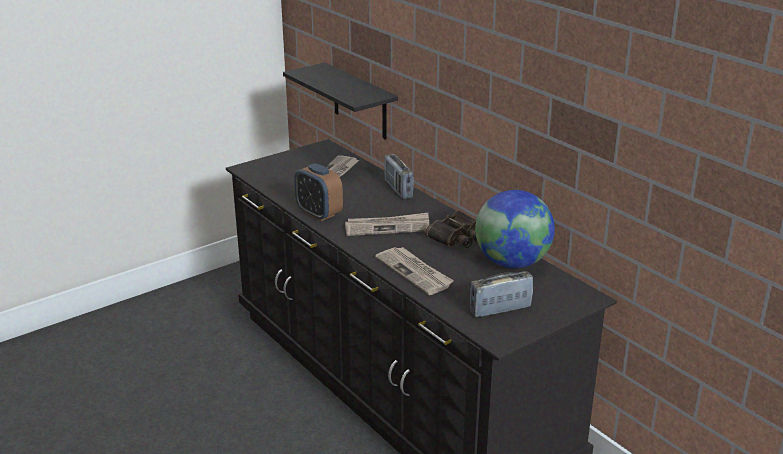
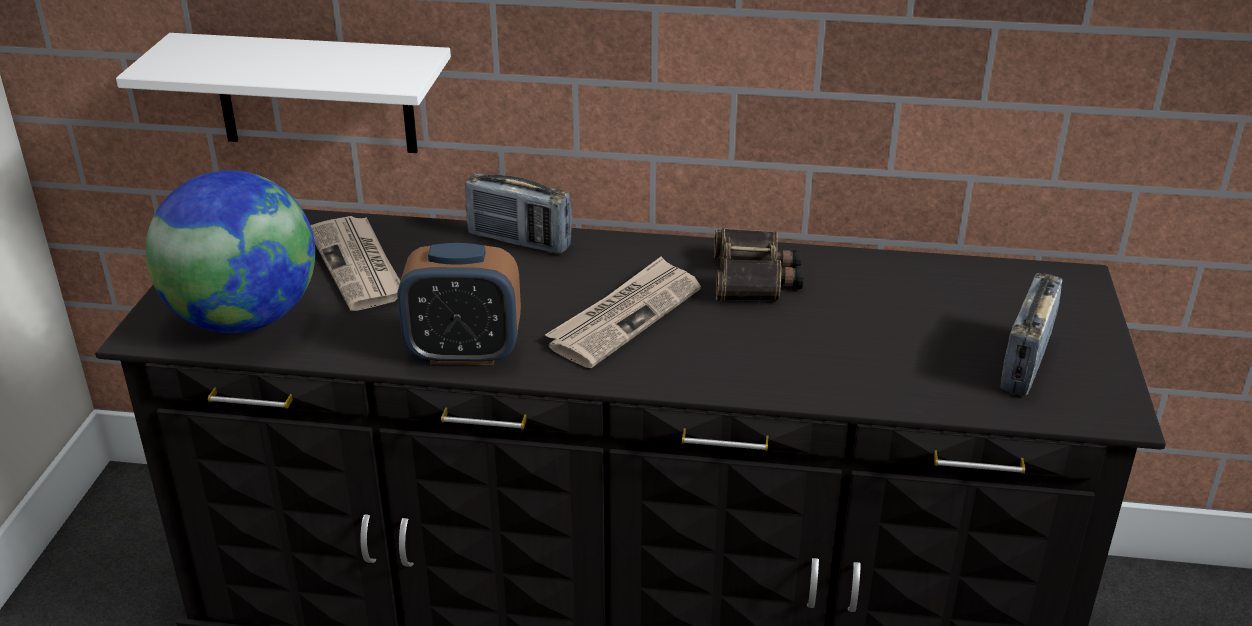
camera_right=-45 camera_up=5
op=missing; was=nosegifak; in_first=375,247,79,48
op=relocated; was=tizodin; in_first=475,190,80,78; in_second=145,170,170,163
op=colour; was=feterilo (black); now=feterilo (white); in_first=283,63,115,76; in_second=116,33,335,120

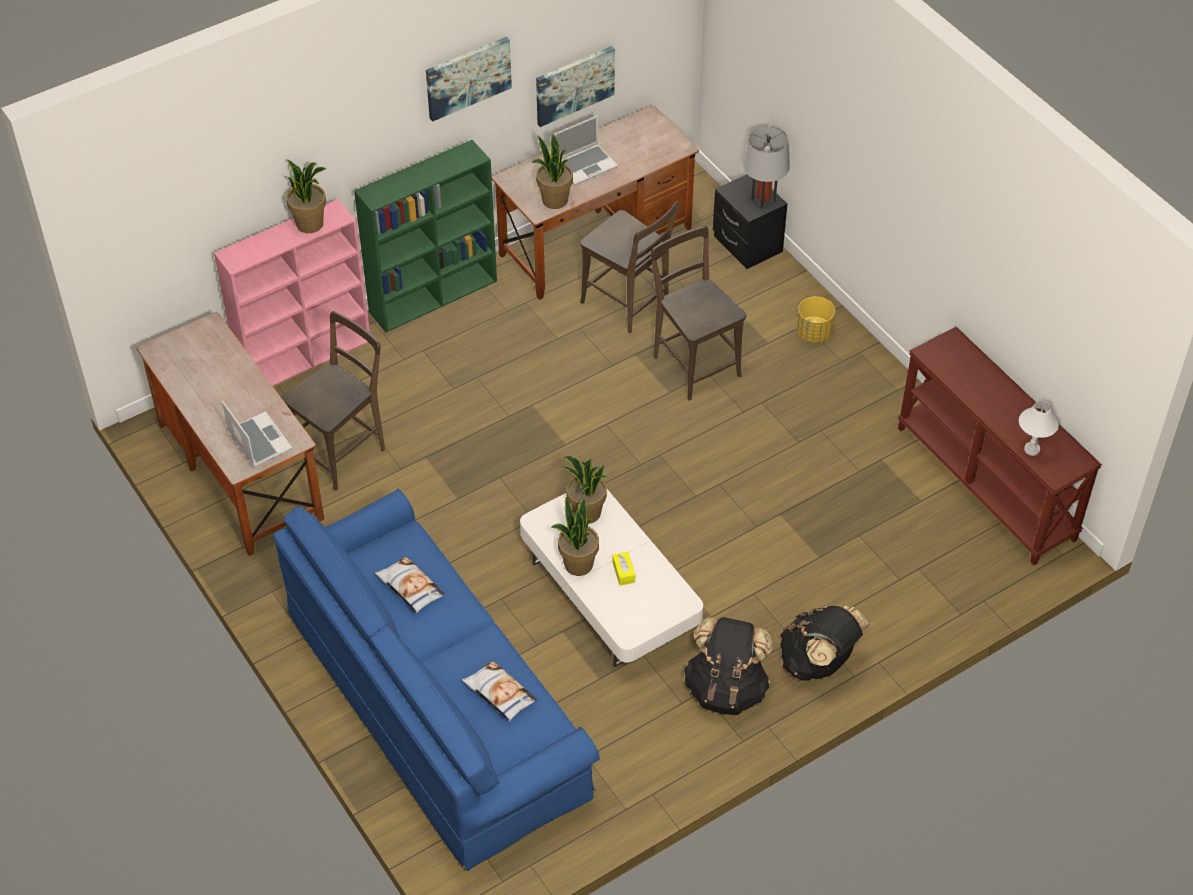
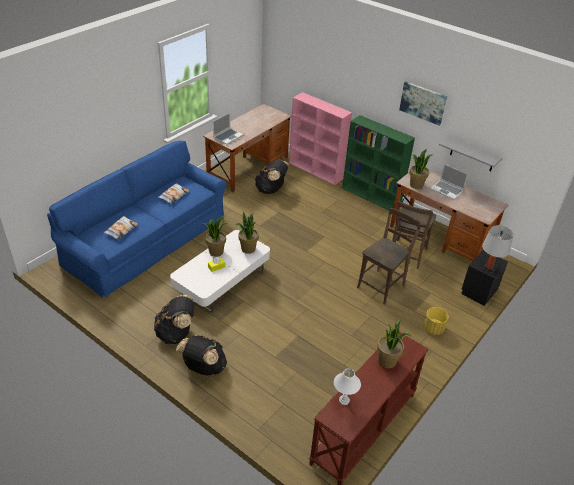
camera_right=70 camera_up=-10
op=relocated; was=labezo; in_first=286,159,40,74; in_second=377,319,34,50
op=exchanged; was=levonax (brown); now=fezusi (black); in_first=281,311,104,180; in_second=255,160,35,34
op=exchanged; was=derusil; now=feterilo (grey); in_first=536,46,79,81; in_second=439,137,63,35

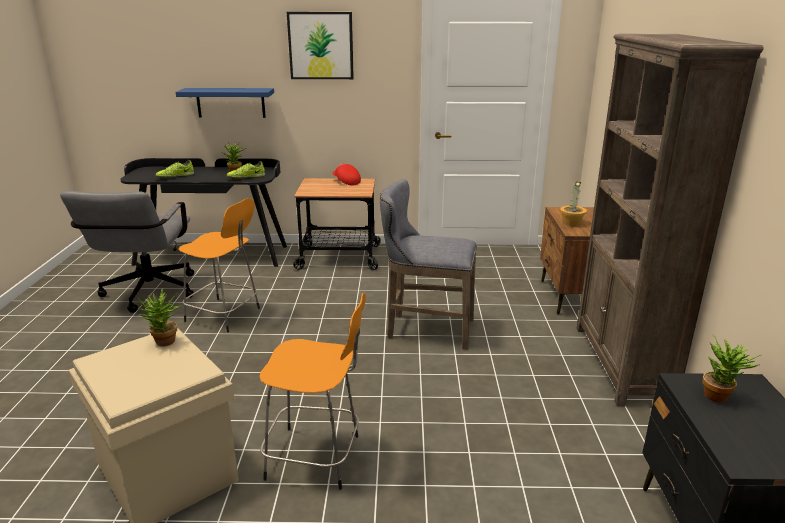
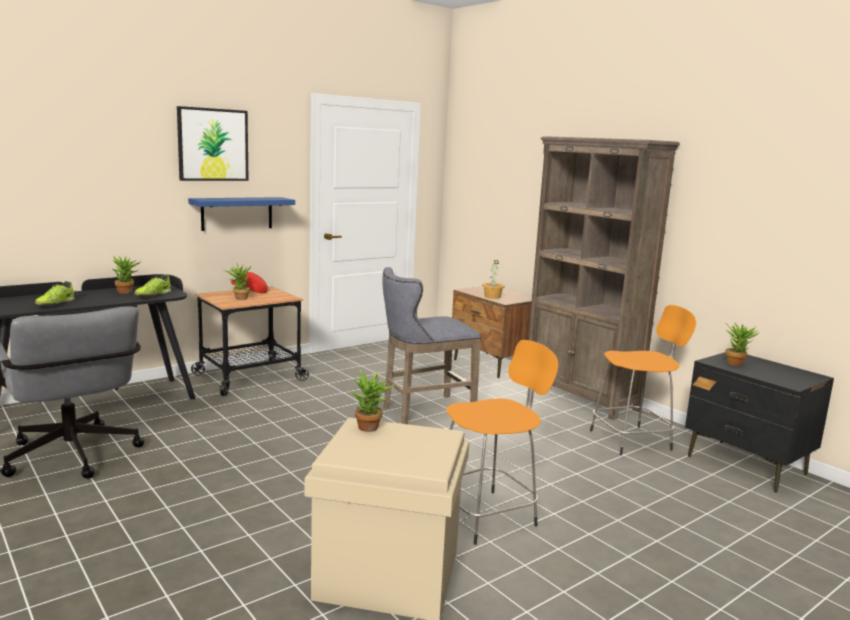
camera_right=-40 camera_up=-10
op=appeared; now=labezo; in_second=224,265,27,35
op=relocated; was=feterilo (blue); in_first=176,88,98,30; in_second=188,197,107,34
op=relocated; was=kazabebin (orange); in_first=179,198,81,134; in_second=590,305,106,150

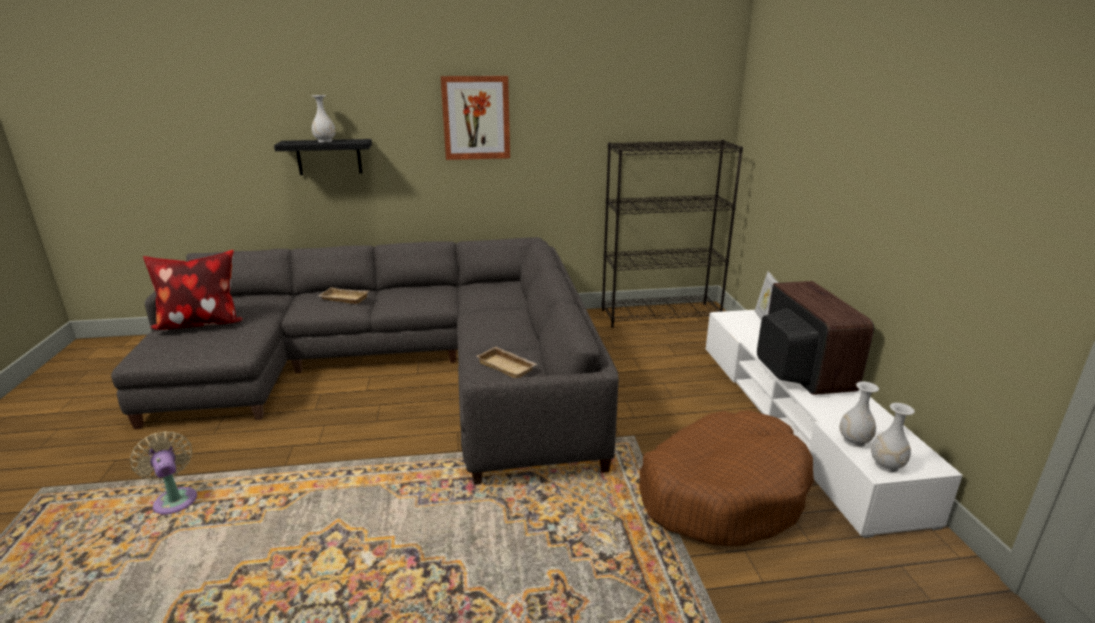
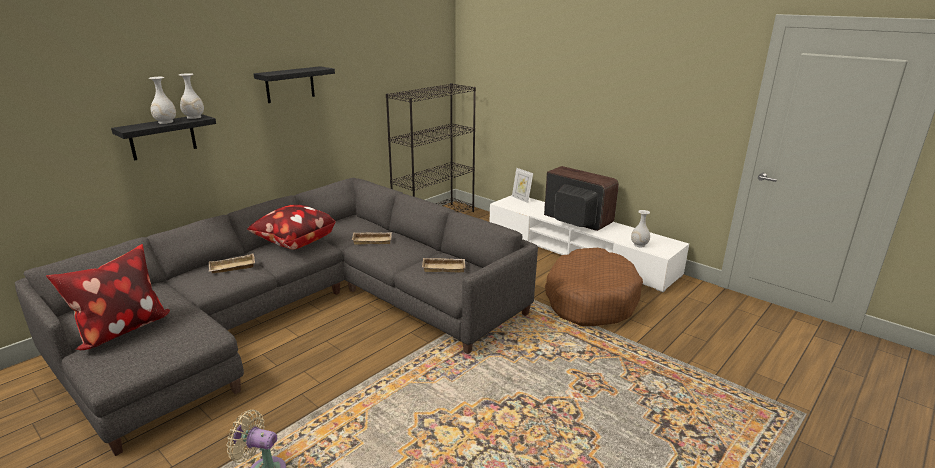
camera_right=-40 camera_up=0
op=appeared; now=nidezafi; in_second=247,204,89,46
op=appeared; now=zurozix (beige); in_second=352,232,40,13
op=relocated; was=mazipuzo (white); in_first=871,403,44,69; in_second=179,73,25,46
op=exchanged; was=derusil; now=feterilo (black); in_first=441,76,69,84; in_second=254,66,81,37

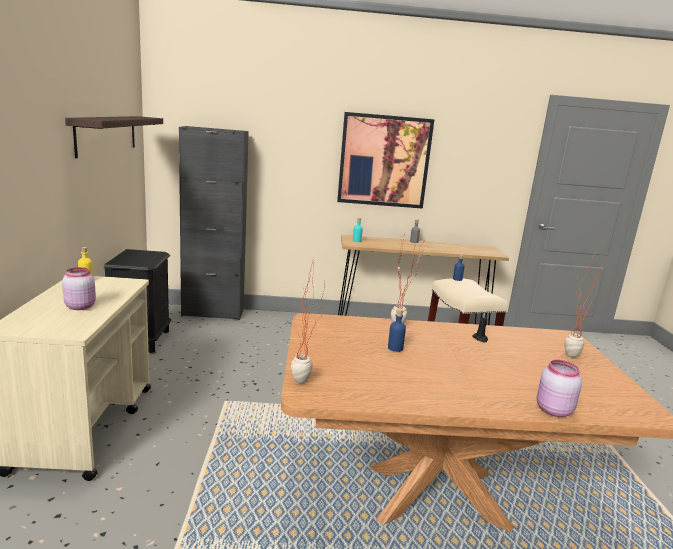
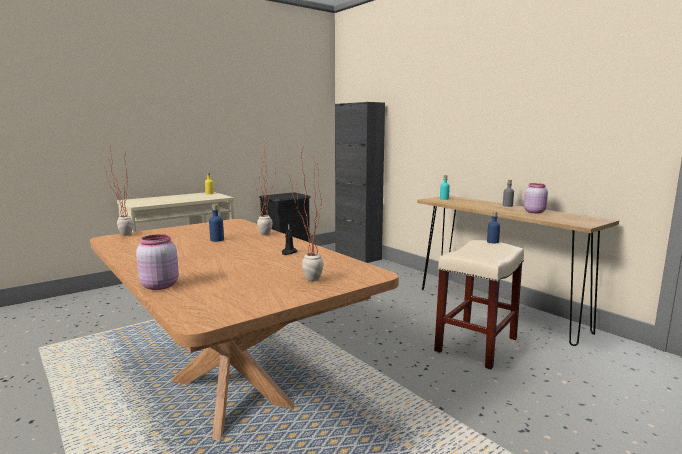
camera_right=55 camera_up=-5
op=missing; was=feterilo; in_first=65,116,98,42
op=missing; was=derusil; in_first=337,112,98,97
op=relocated; was=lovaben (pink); in_first=62,267,34,43; in_second=524,183,24,30

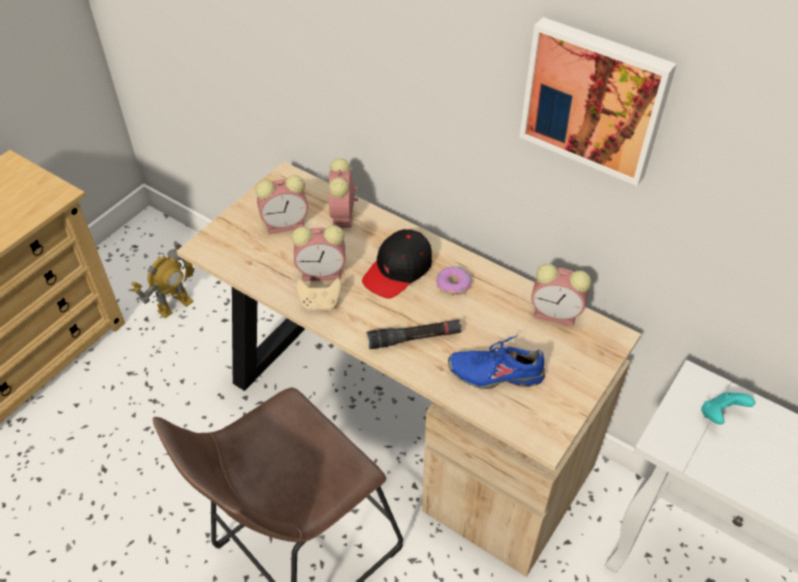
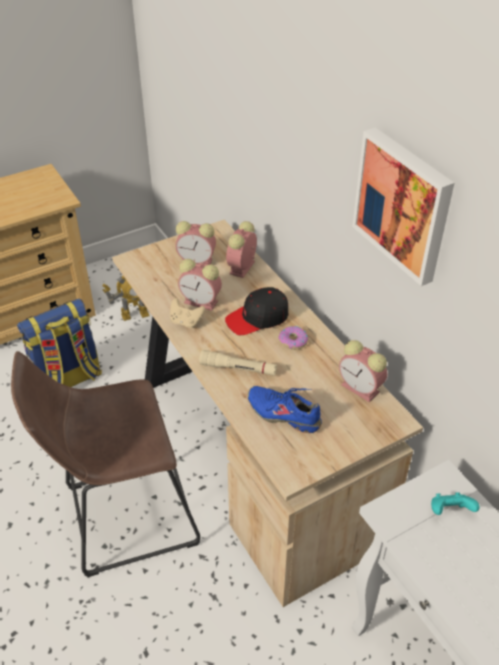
camera_right=25 camera_up=-5
op=appeared; now=fezusi; in_second=17,299,85,88
op=colour; was=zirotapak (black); now=zirotapak (beige); in_first=367,319,95,30; in_second=199,350,78,26

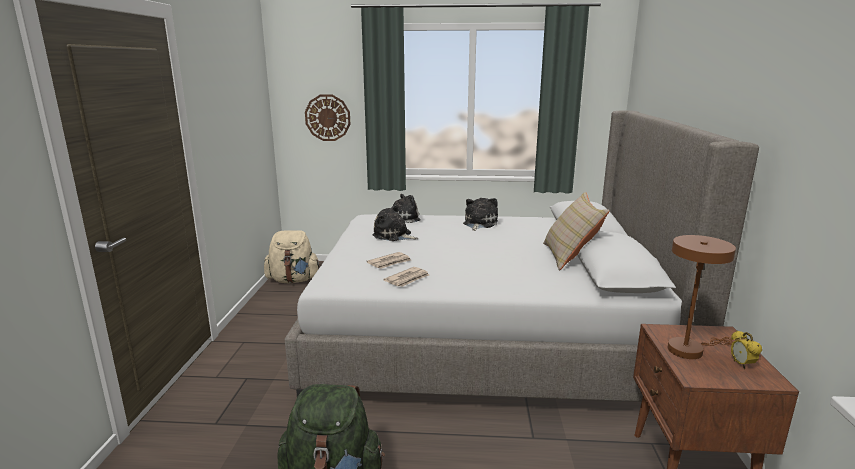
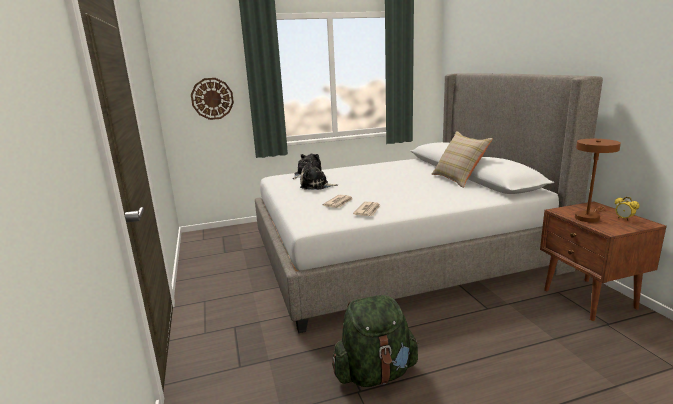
camera_right=-20 camera_up=0
op=missing; was=fezusi (beige); in_first=264,230,56,53
op=missing; was=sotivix; in_first=463,198,35,33

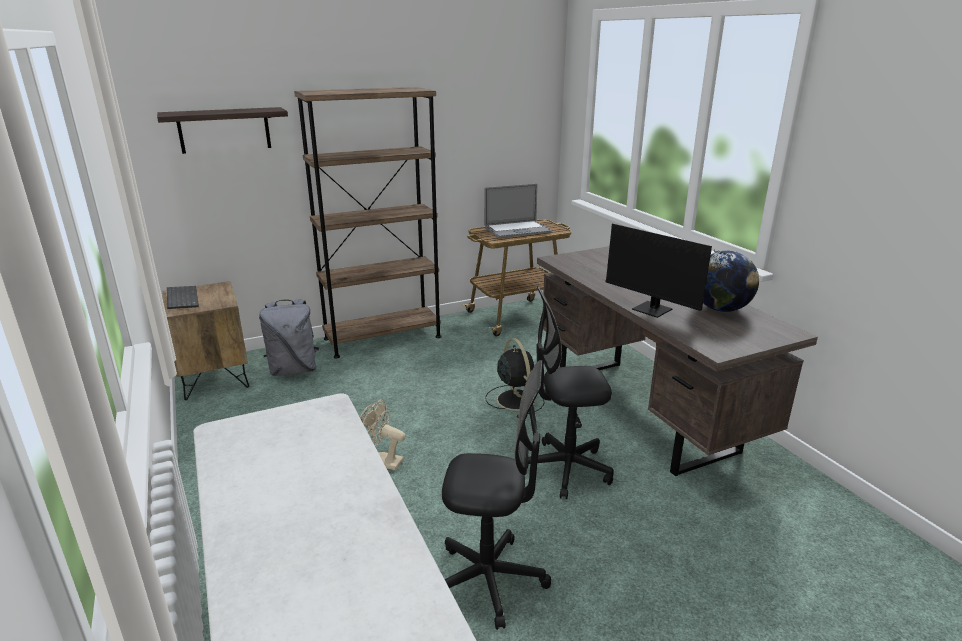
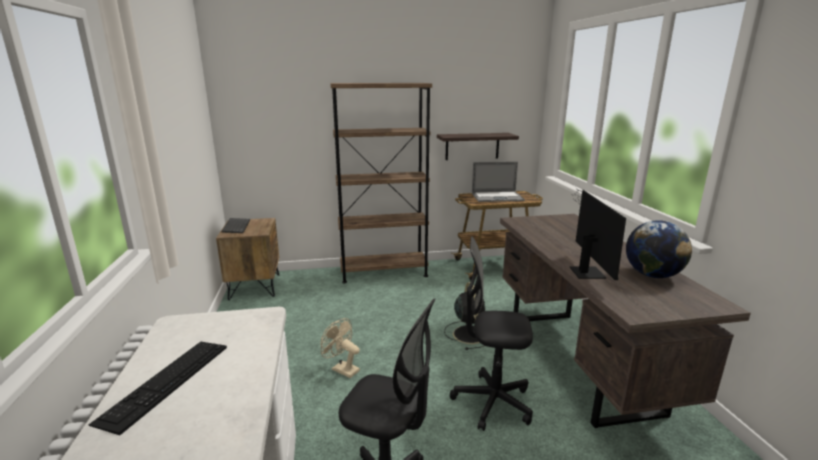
camera_right=15 camera_up=-5
op=missing; was=fezusi (grey); in_first=259,299,60,77
op=appeared; now=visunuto; in_second=89,342,138,93
op=relocated; was=feterilo; in_first=157,107,131,47; in_second=437,133,82,27
op=spun; was=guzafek; in_first=606,224,141,94; in_second=570,189,56,91; clockwise=-150

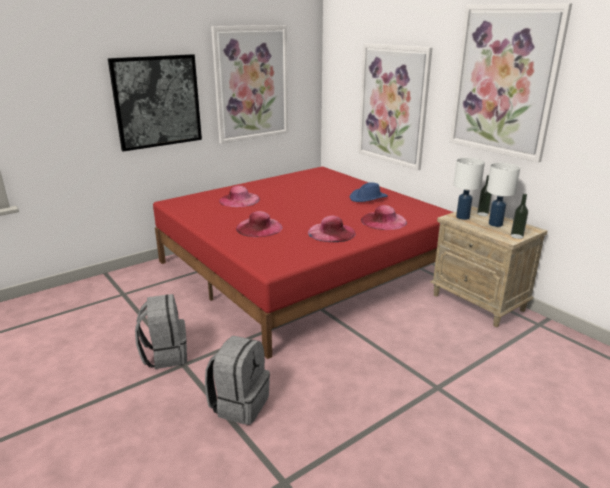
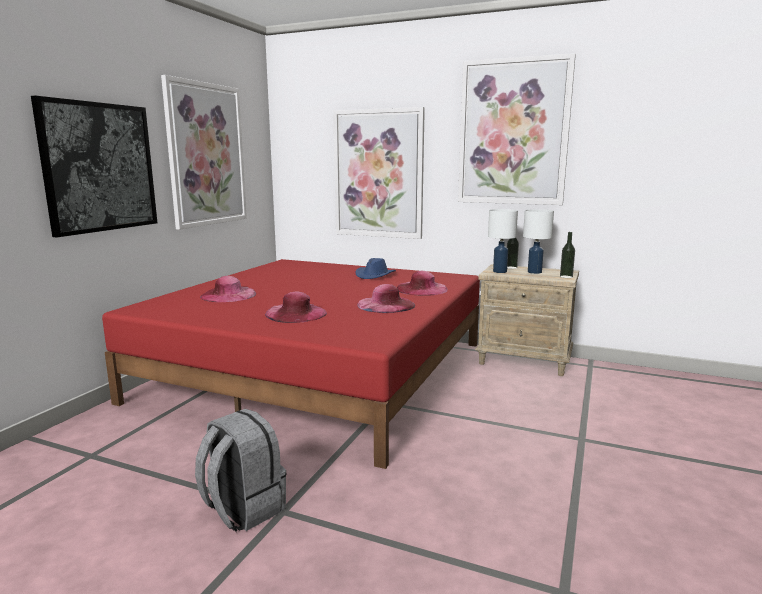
camera_right=-30 camera_up=-10
op=missing; was=fezusi (grey); in_first=205,336,65,89

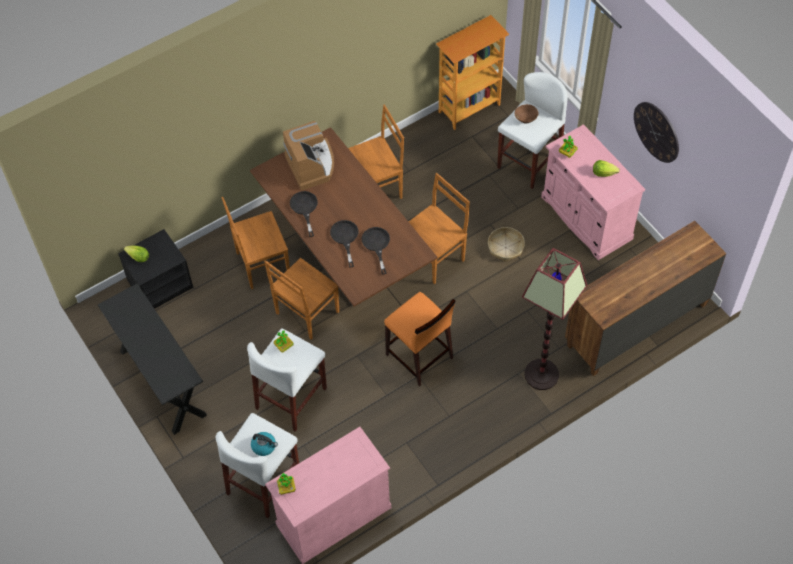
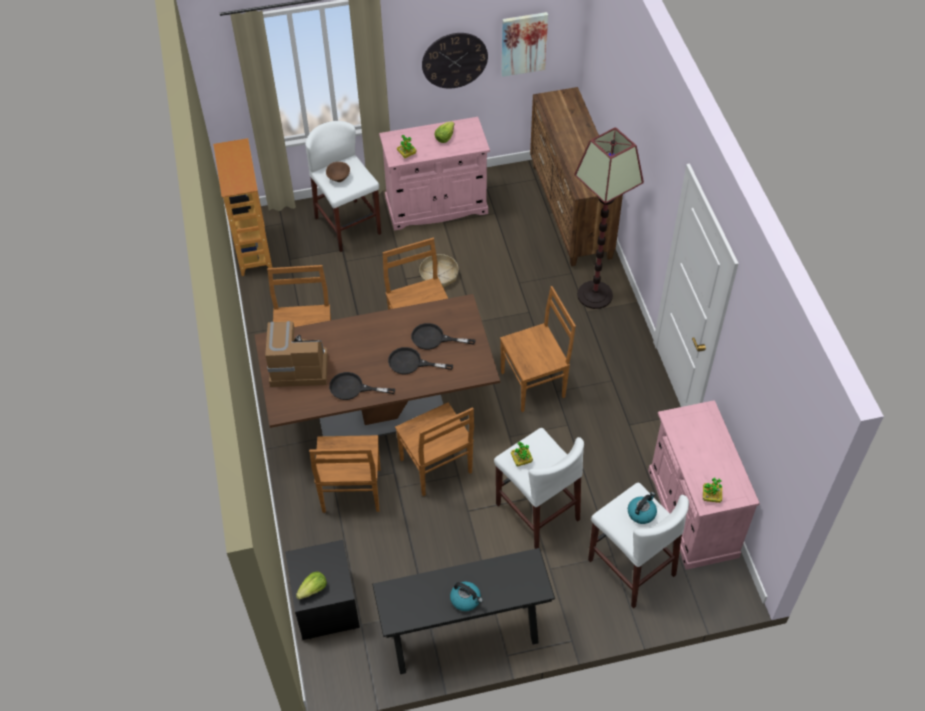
camera_right=-70 camera_up=-5
op=appeared; now=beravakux; in_second=450,581,33,30
op=appeared; now=derusil; in_second=501,12,47,65
op=exchanged; was=kazabebin (orange); now=levonax (brown); in_first=384,292,71,95; in_second=500,286,76,126

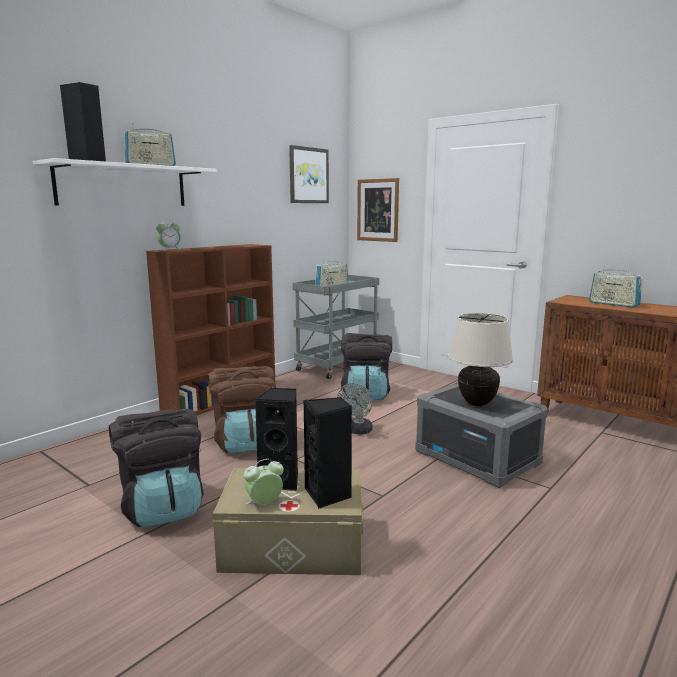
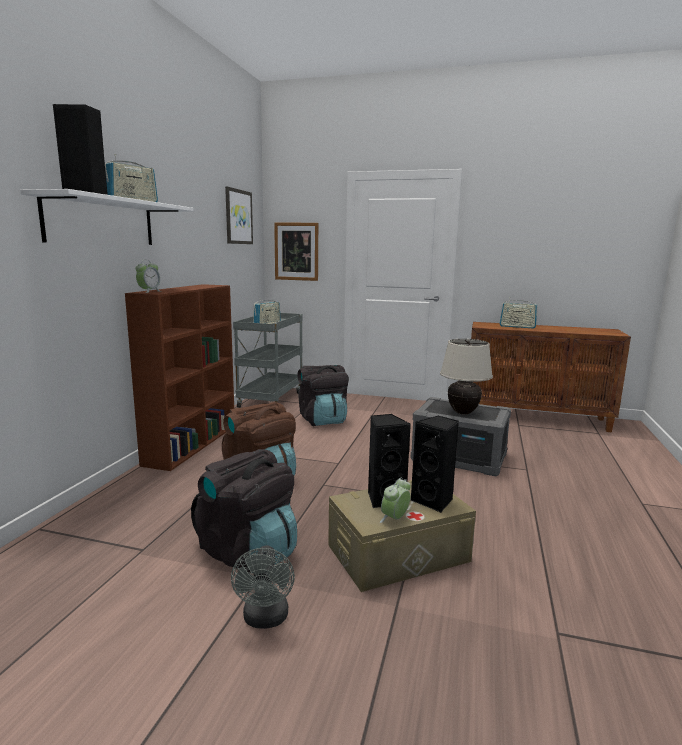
camera_right=-25 camera_up=0
op=relocated; was=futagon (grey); in_first=337,383,36,52; in_second=231,545,64,84

